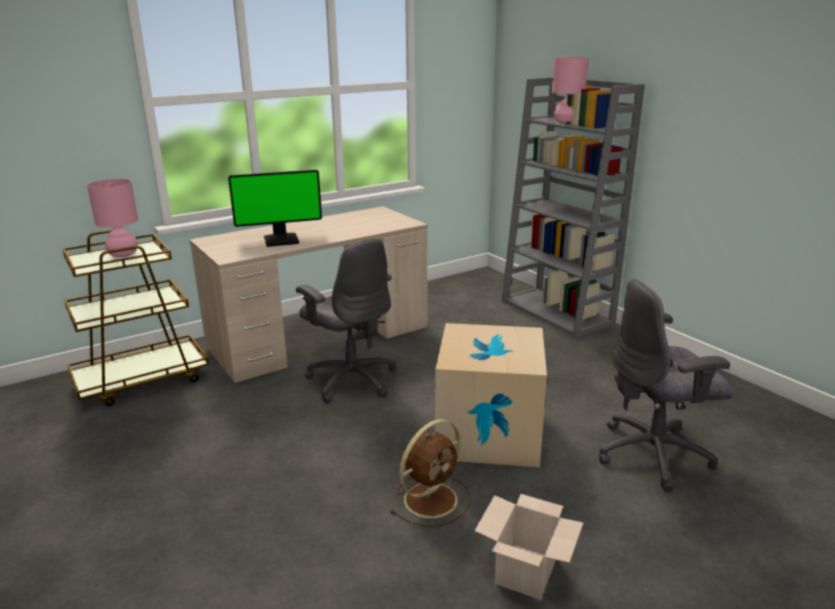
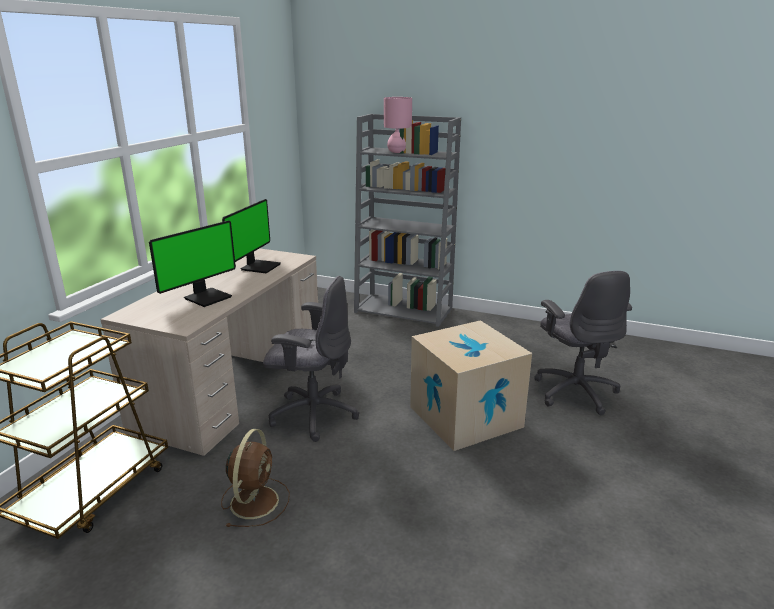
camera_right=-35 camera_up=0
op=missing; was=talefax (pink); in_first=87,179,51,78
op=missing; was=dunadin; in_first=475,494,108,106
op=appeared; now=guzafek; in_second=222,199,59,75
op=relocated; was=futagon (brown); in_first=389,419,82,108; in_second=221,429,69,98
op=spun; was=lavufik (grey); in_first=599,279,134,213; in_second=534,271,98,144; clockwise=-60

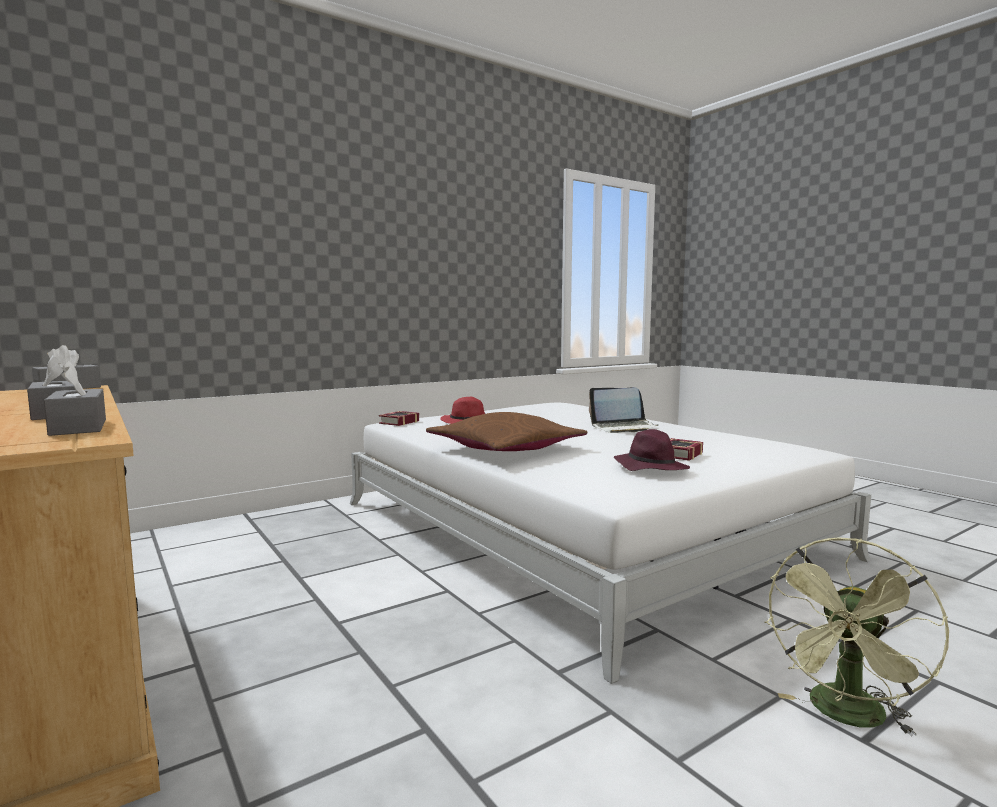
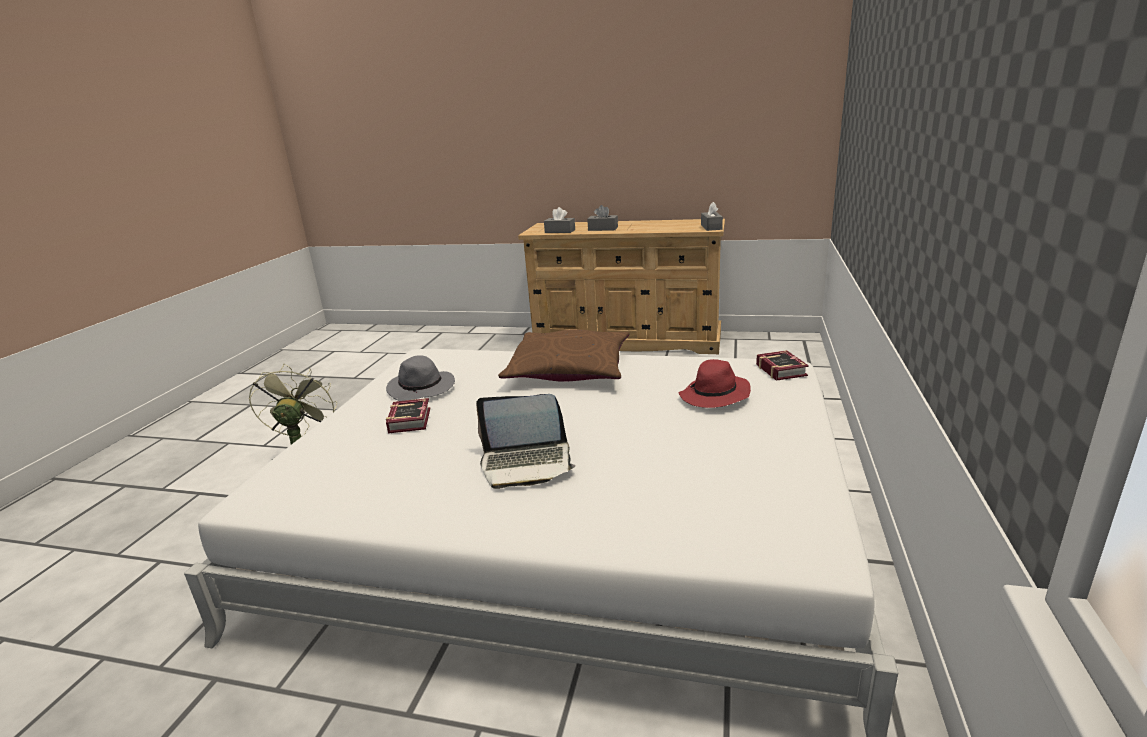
camera_right=140 camera_up=15
op=colour; was=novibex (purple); now=novibex (grey); in_first=614,429,76,42; in_second=386,356,69,45
op=spun; was=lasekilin; in_first=589,388,69,45; in_second=476,394,100,95; clockwise=-135

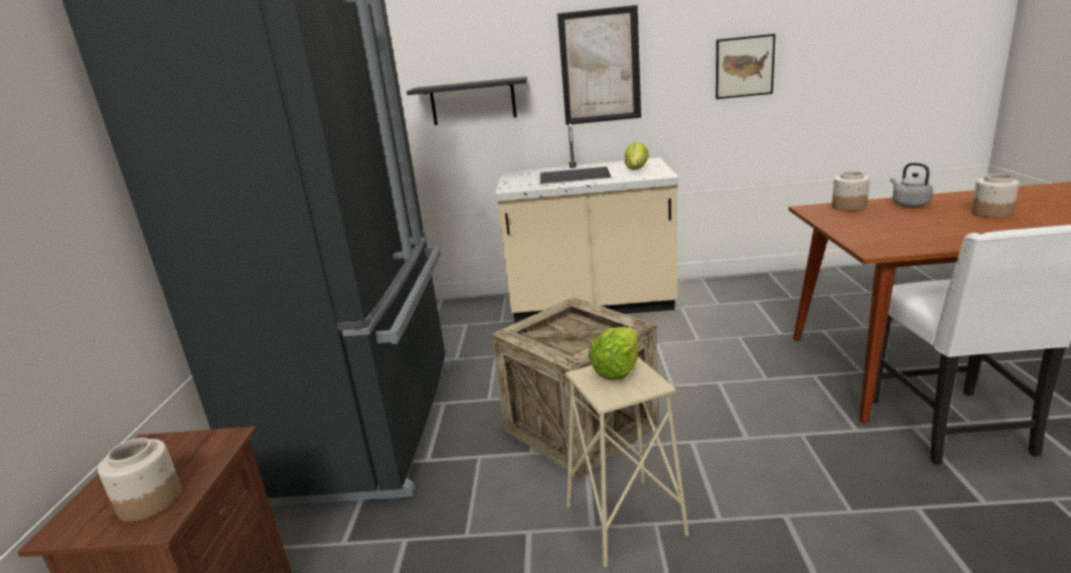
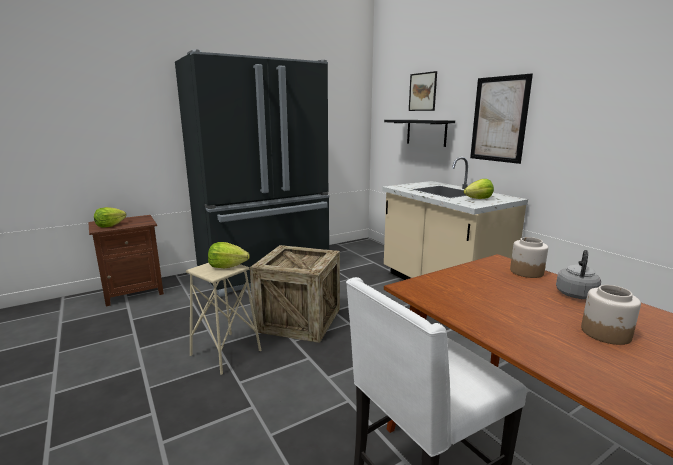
camera_right=55 camera_up=-5
op=relocated; was=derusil; in_first=716,34,60,65; in_second=409,71,28,40
op=exchanged; was=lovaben; now=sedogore; in_first=98,438,84,84; in_second=94,207,32,21

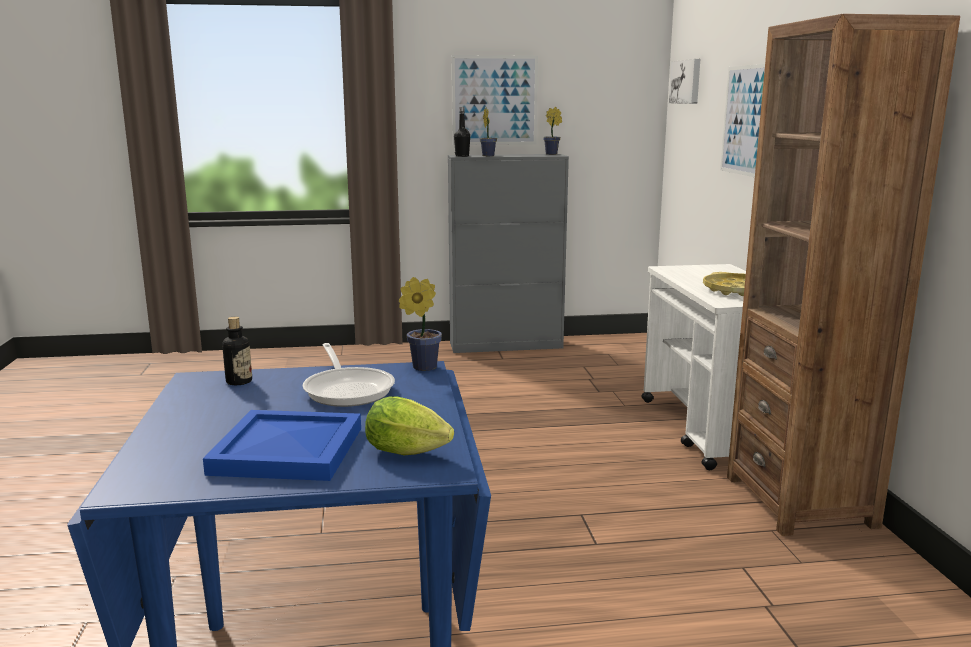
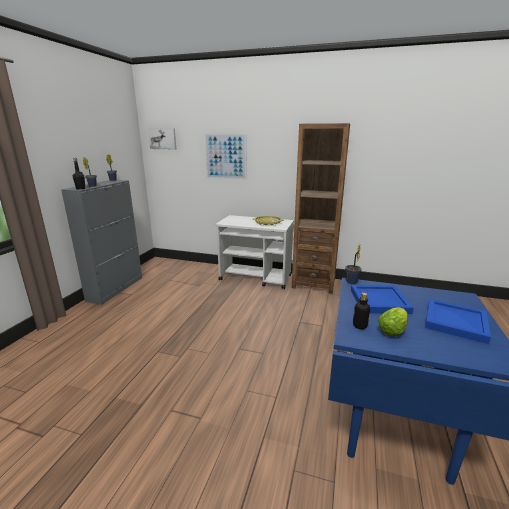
camera_right=-65 camera_up=5
op=missing; was=derusil; in_first=452,55,86,90
op=relocated; was=sedogore; in_first=365,396,89,59; in_second=378,307,29,29
op=exchanged; was=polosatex; now=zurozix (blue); in_first=303,343,92,64; in_second=351,285,63,29

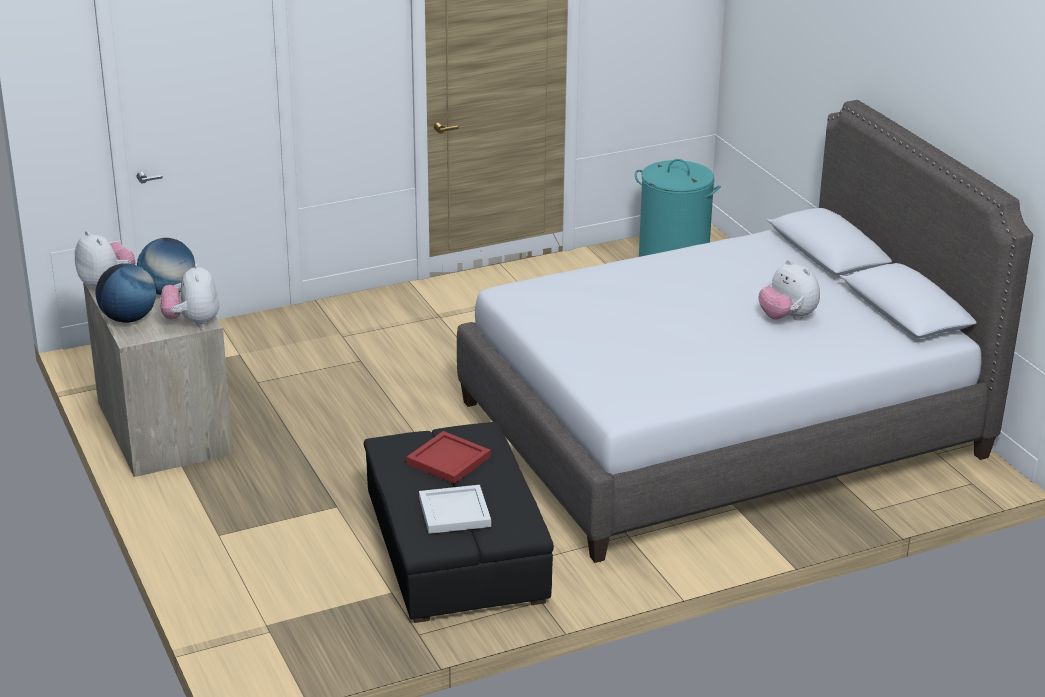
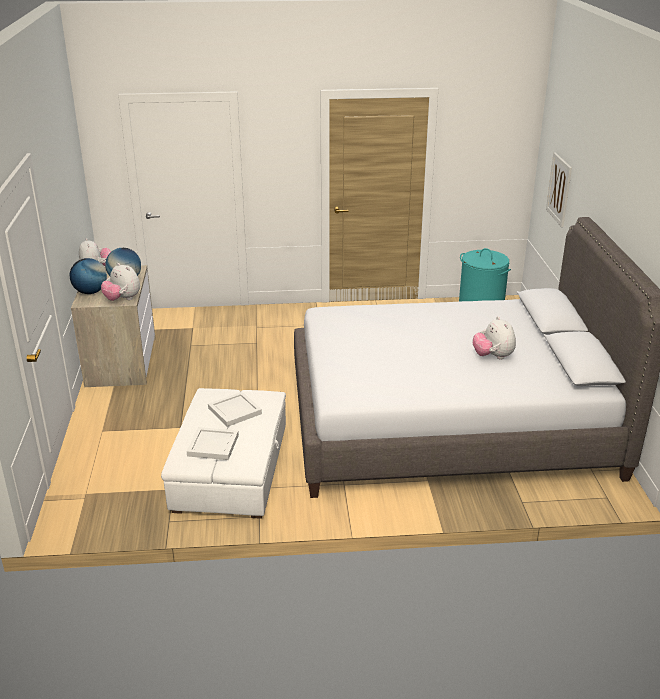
camera_right=20 camera_up=0
op=appeared; now=derusil; in_second=546,153,26,74
op=colour; was=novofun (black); now=novofun (white); in_first=364,422,190,201; in_second=161,388,125,131
op=colour; was=zurozix (red); now=zurozix (white); in_first=407,431,84,53; in_second=208,392,54,35
op=spun; was=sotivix; in_first=160,263,59,64; in_second=101,263,39,38; clockwise=-60

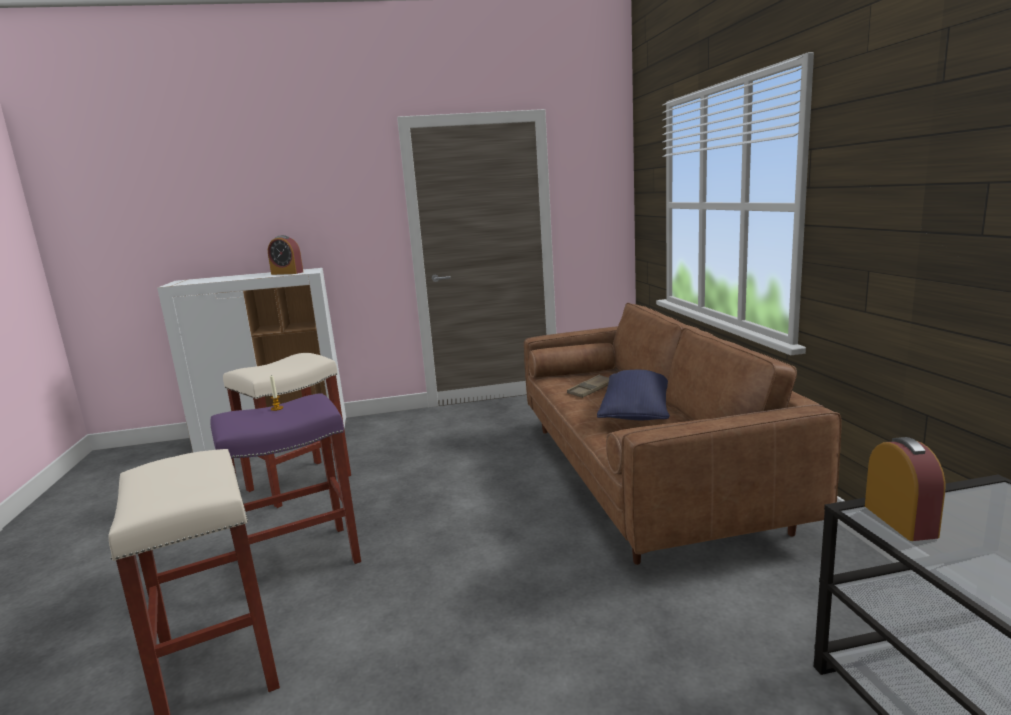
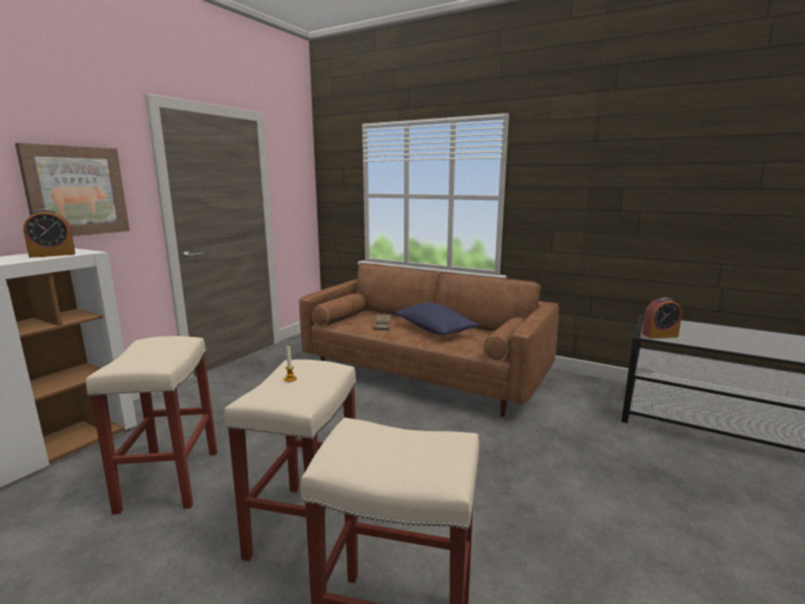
camera_right=-50 camera_up=0
op=appeared; now=derusil; in_second=15,143,115,93
op=colour; was=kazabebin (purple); now=kazabebin (beige); in_first=211,393,150,171; in_second=224,359,132,202
op=spun; was=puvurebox; in_first=865,437,80,104; in_second=642,297,40,41; clockwise=135

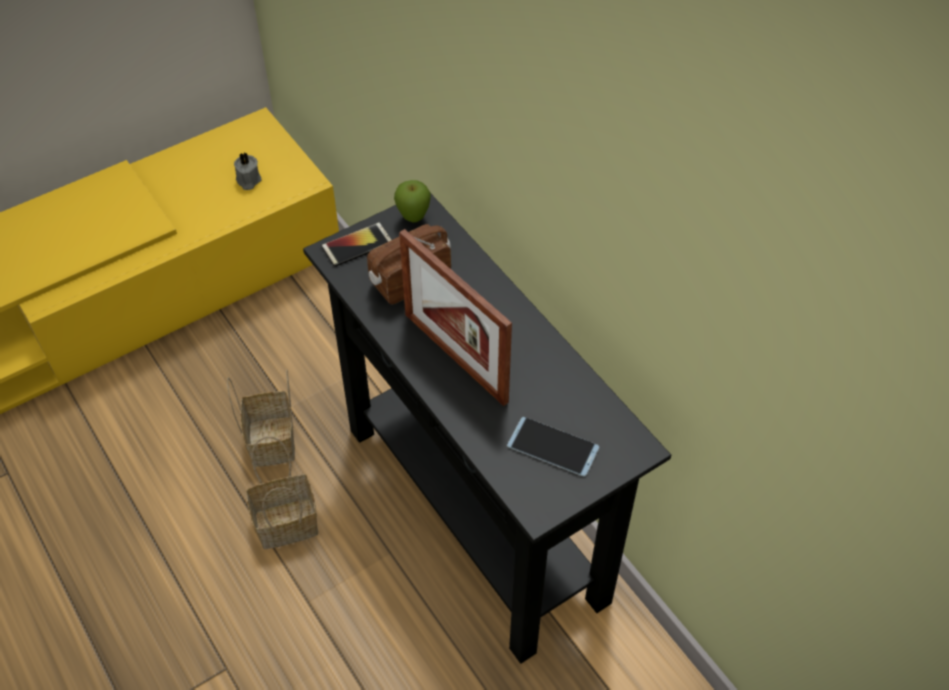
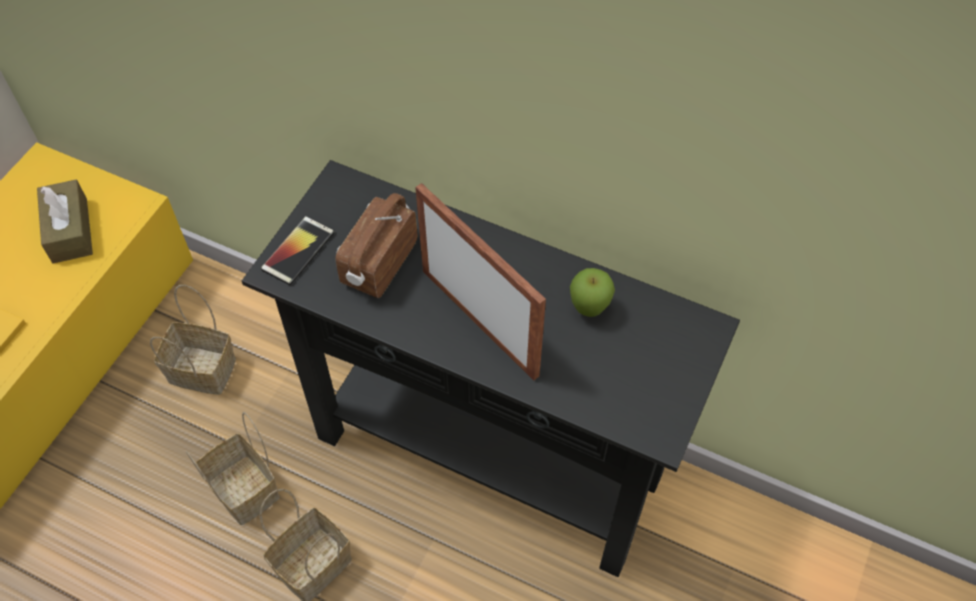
camera_right=-30 camera_up=5
op=missing; was=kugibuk; in_first=507,417,92,60
op=appeared; now=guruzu; in_second=150,285,86,110
op=relocated; was=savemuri; in_first=394,180,37,43; in_second=570,268,45,49
op=exchanged; was=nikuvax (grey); now=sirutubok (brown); in_first=234,153,28,37; in_second=37,180,56,83
op=spun; was=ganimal; in_first=399,229,113,177; in_second=415,183,131,198; clockwise=-150

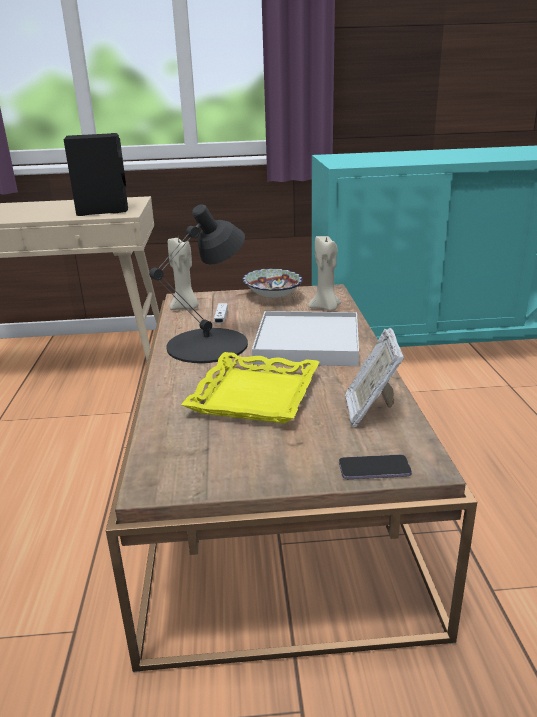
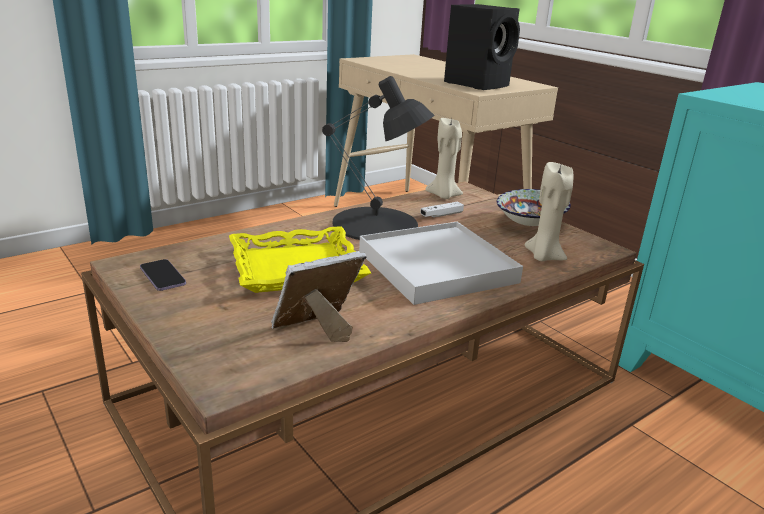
camera_right=55 camera_up=0
op=relocated; was=kugibuk; in_first=339,454,73,25; in_second=140,259,46,32

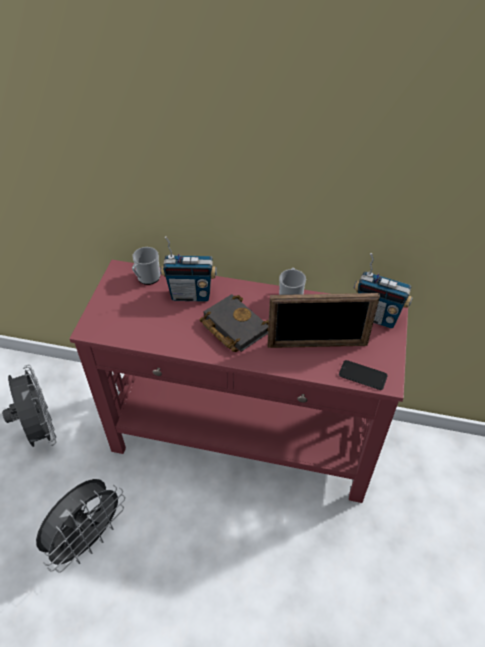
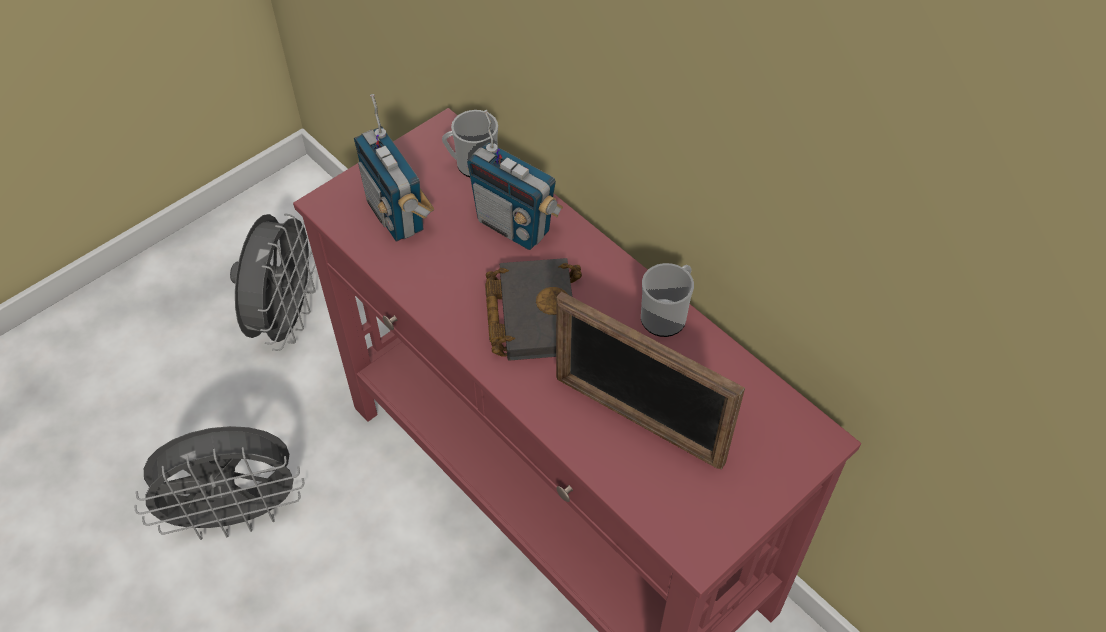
camera_right=35 camera_up=5
op=missing; was=kugibuk; in_first=339,360,49,30
op=relocated; was=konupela; in_first=354,253,59,75; in_second=354,94,80,148

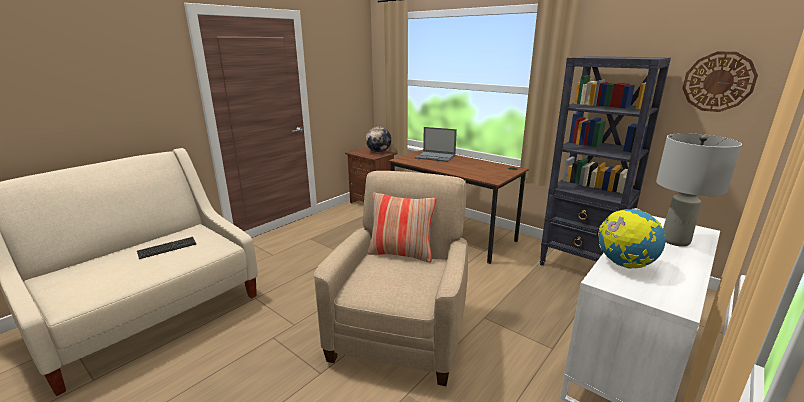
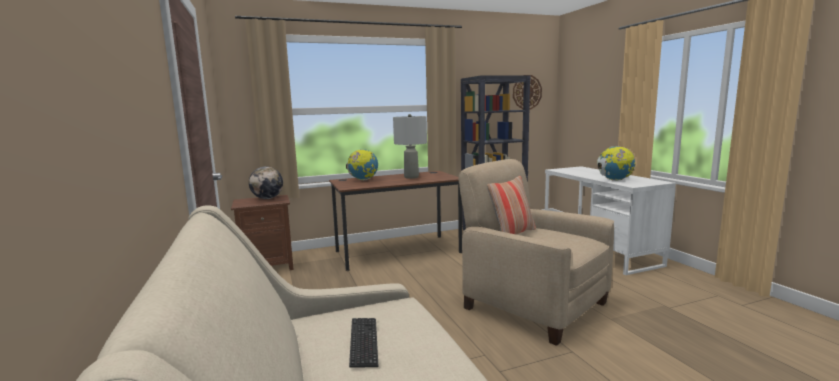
camera_right=-60 camera_up=-10
op=relocated; was=talefax (grey); in_first=656,133,86,114; in_second=393,114,34,65
op=exchanged; was=lasekilin; now=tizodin; in_first=415,127,42,35; in_second=346,149,32,31

